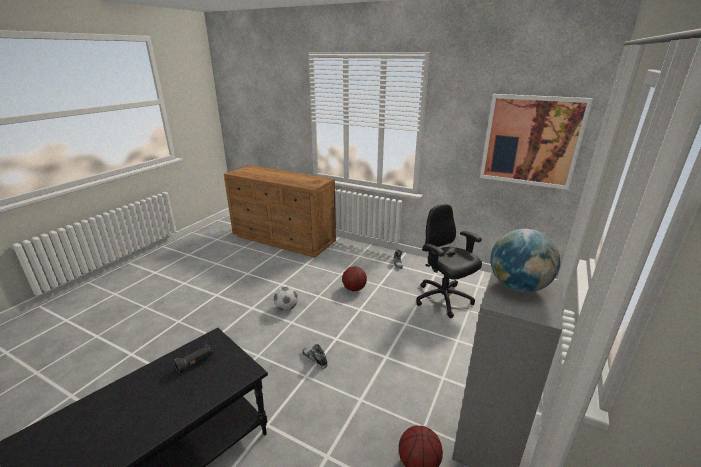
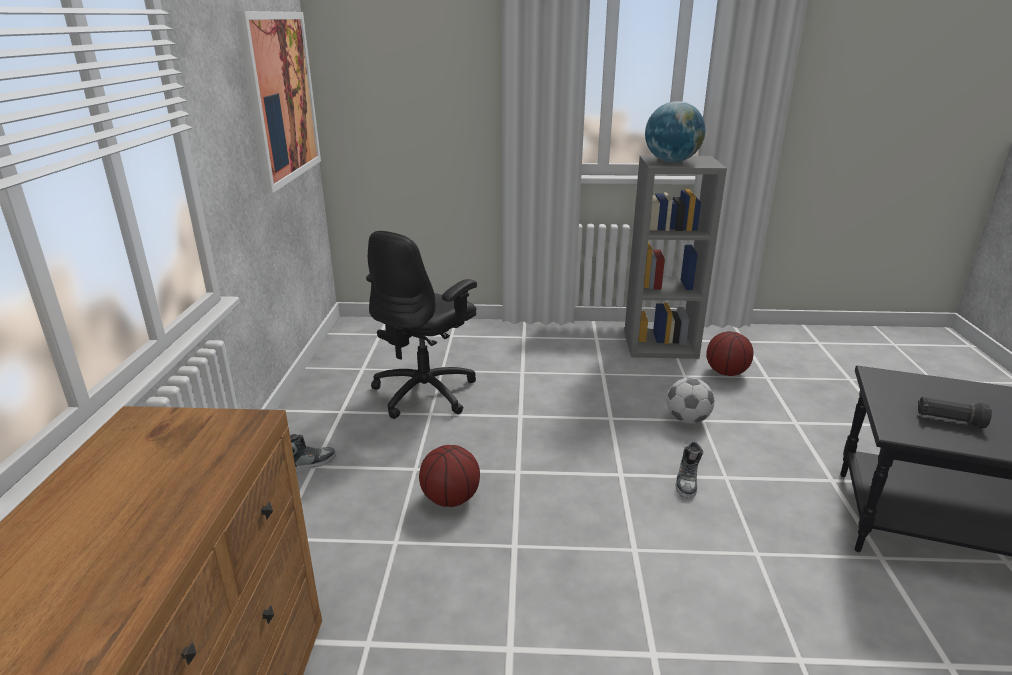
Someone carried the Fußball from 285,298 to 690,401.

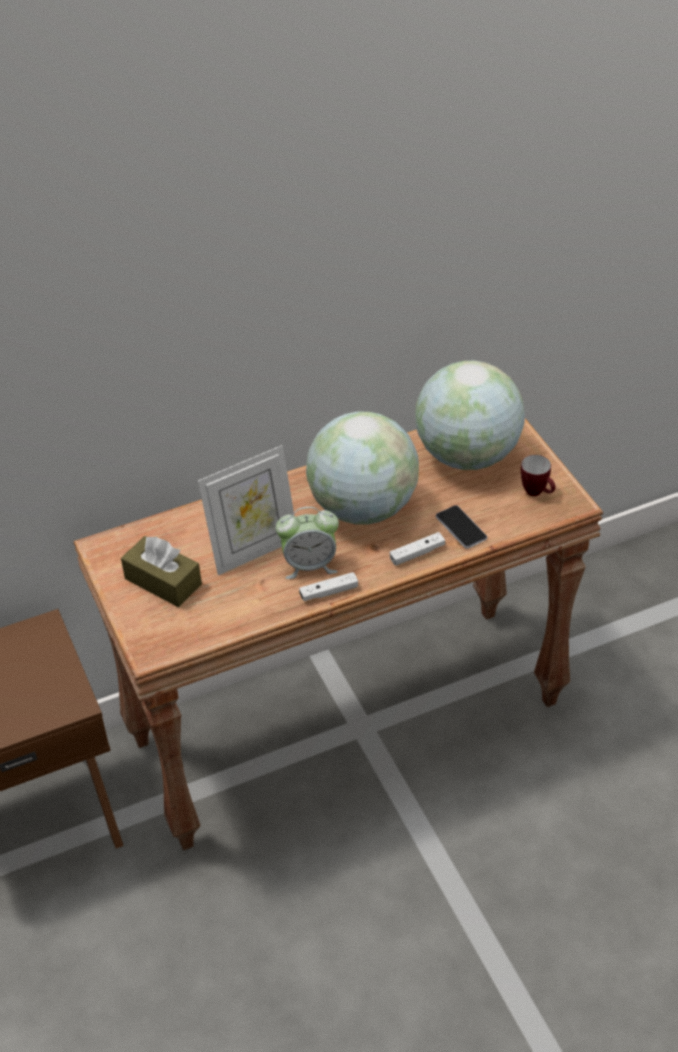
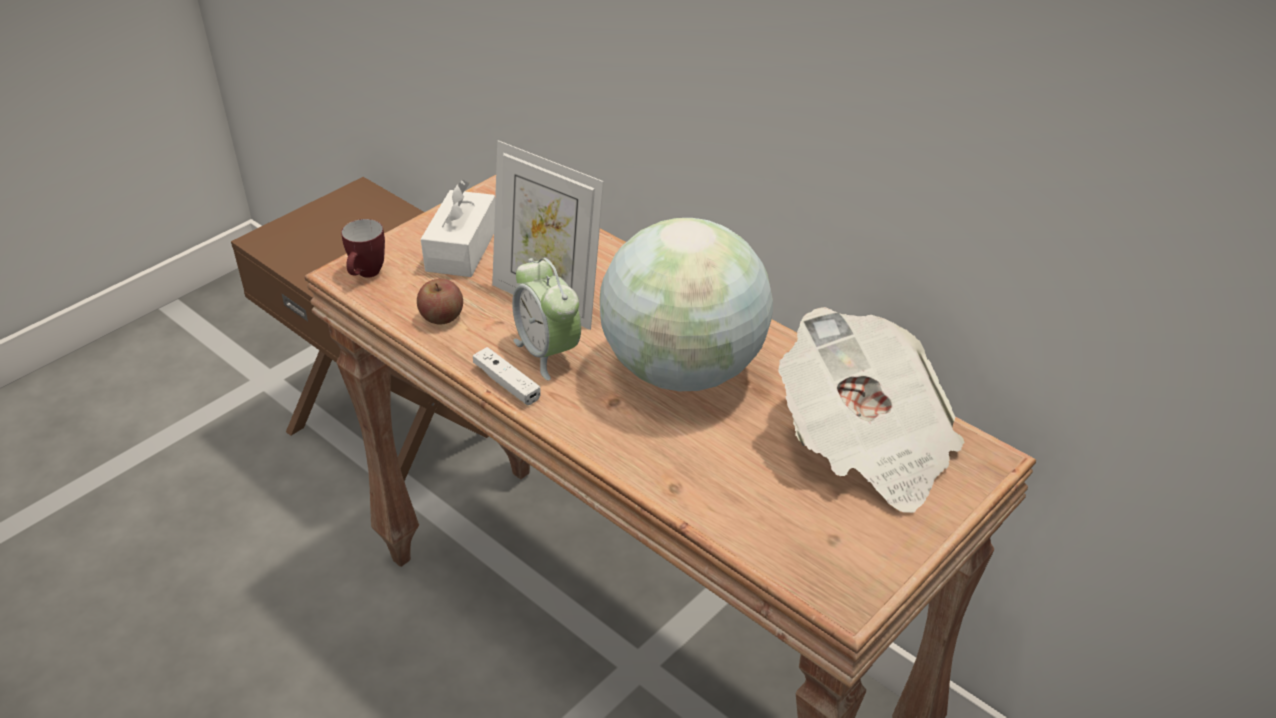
Someone carried the Henkelbecher from 538,475 to 363,248.
Someone put down the Apfel at 440,301.
Someone repainted the Taschentuchbox [braun] at 161,571, which became the Taschentuchbox [weiß] at 458,228.
Someone swapped the Globus at 470,415 for the Zeitung at 871,410.
Someone took away the Gamepad [weiß] at 417,549.
Someone took away the Handy at 461,527.

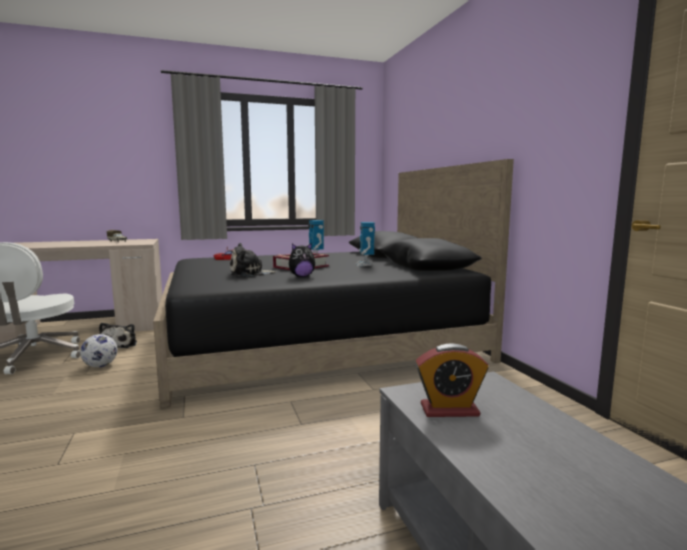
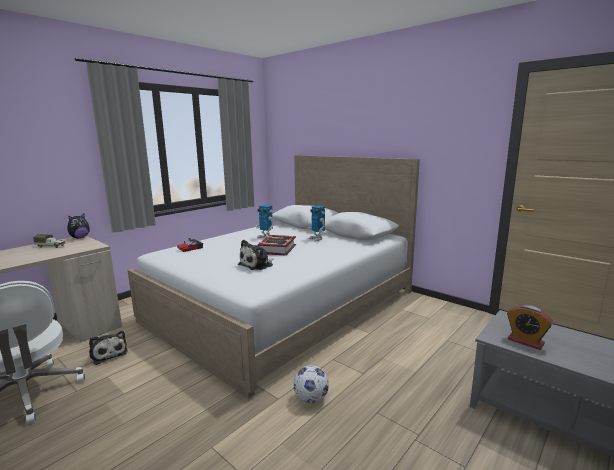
Someone carried the Plüschtier from 302,259 to 79,226.
Someone repainted the Bett [schwarz] at 333,283, which became the Bett [weiß] at 274,276.
Someone carried the Fußball from 98,350 to 311,384.
Someone rotated the Wecker at 452,380 by 75 degrees clockwise.

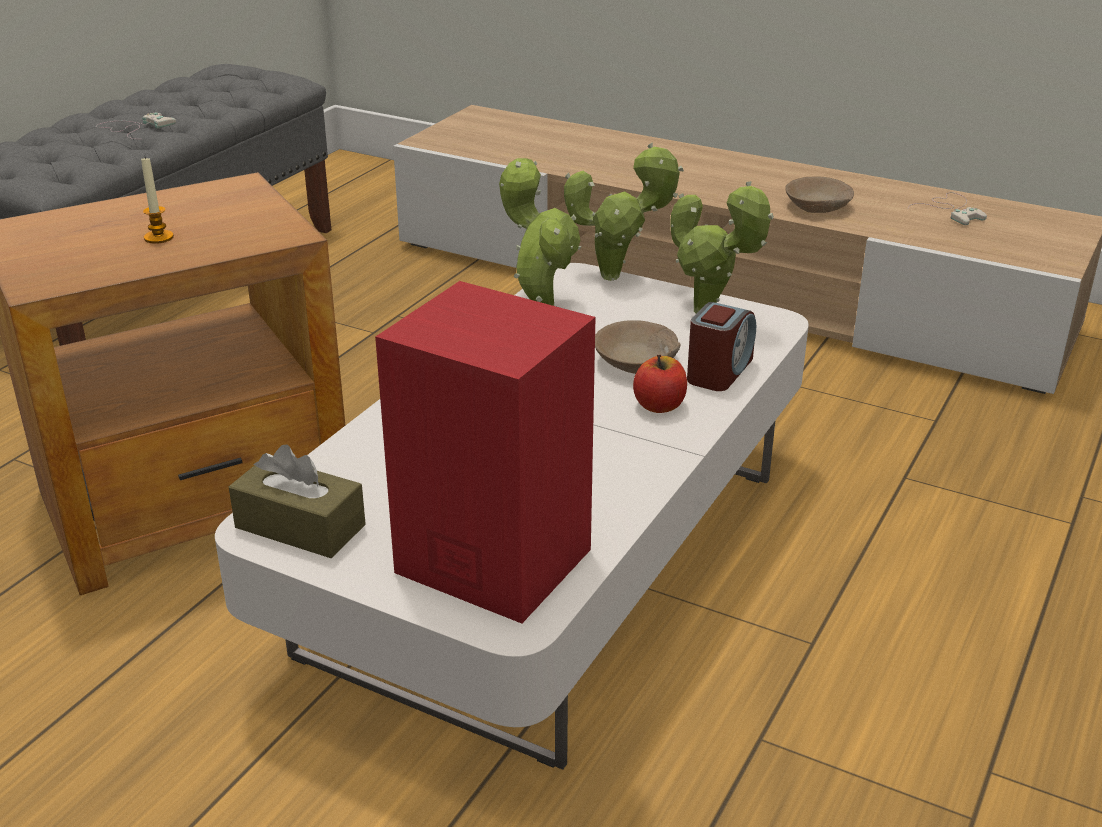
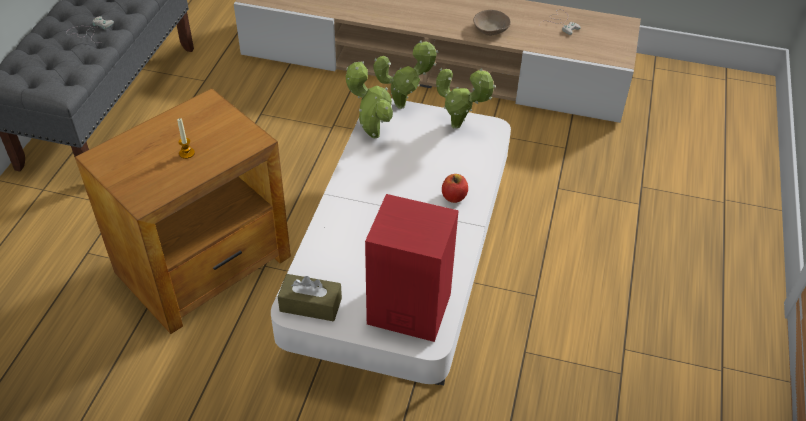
Someone took away the Schüssel [beige] at 637,347.
Someone took away the Wecker at 721,346.

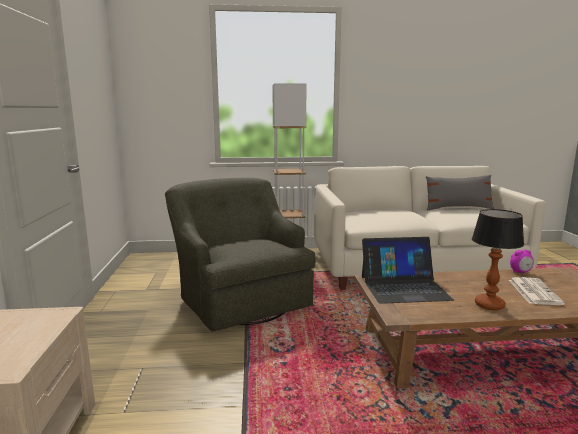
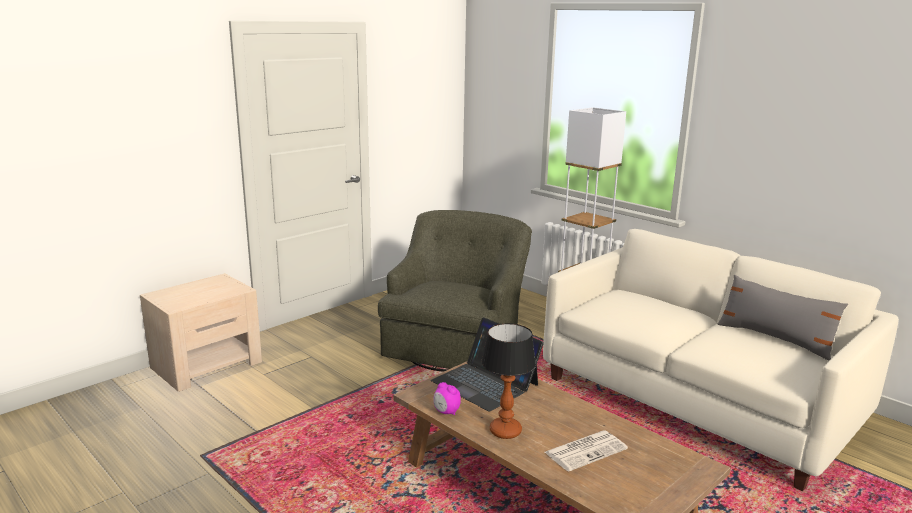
Someone carried the Wecker from 522,261 to 447,398.

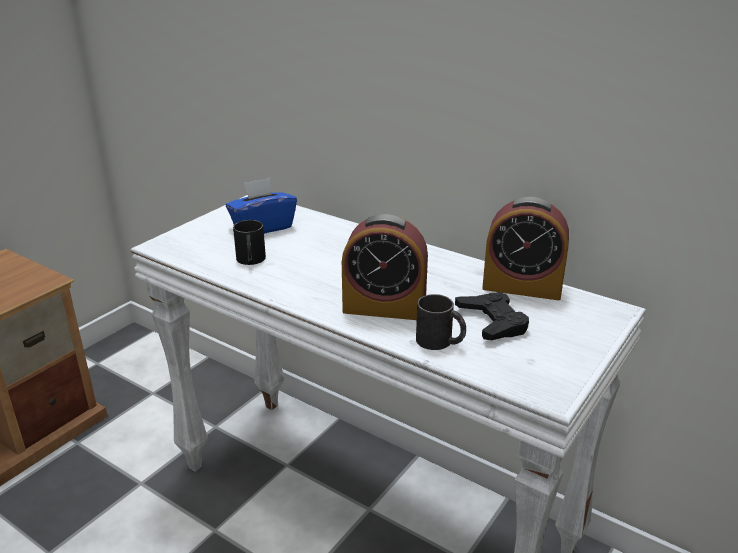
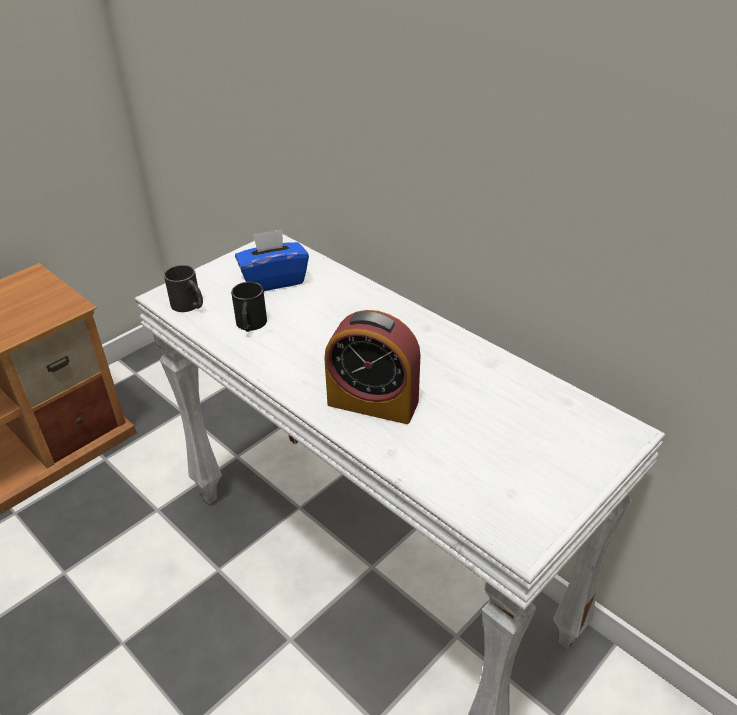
Someone carried the Henkelbecher [schwarz] from 441,322 to 183,288.
Someone took away the Gamepad [schwarz] at 492,316.
Someone took away the Wecker at 525,248.

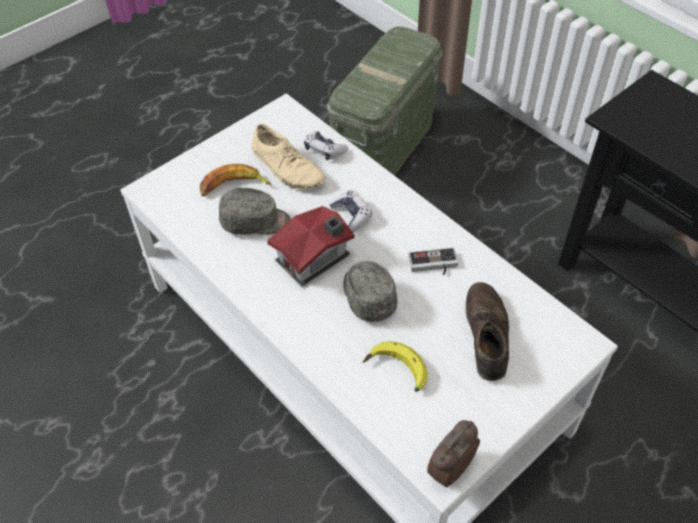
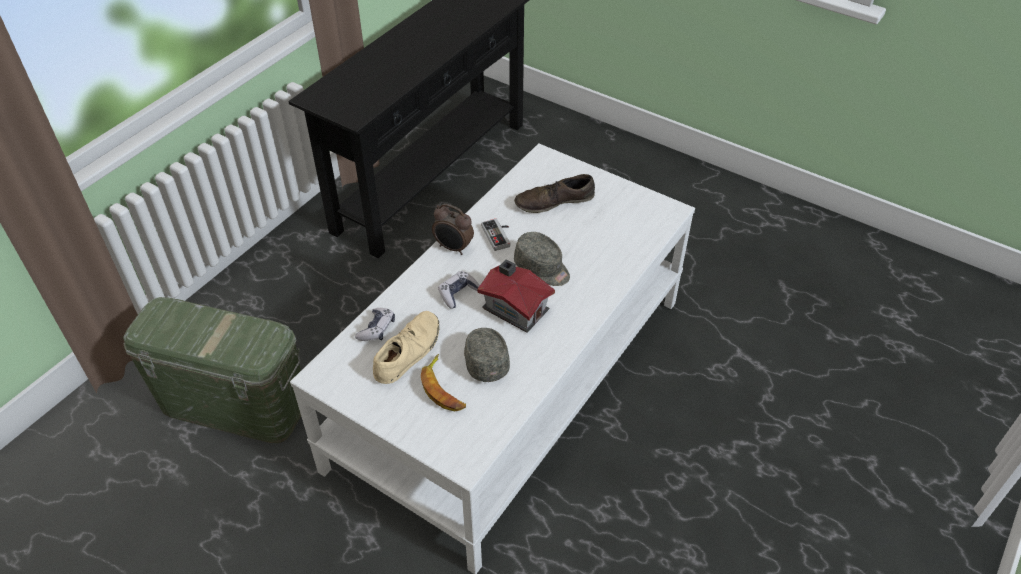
Someone carried the Wecker from 453,453 to 453,229.
Someone rotated the Kappe [grau] at 370,291 by 105 degrees counterclockwise.
Someone took away the Banane at 395,366.

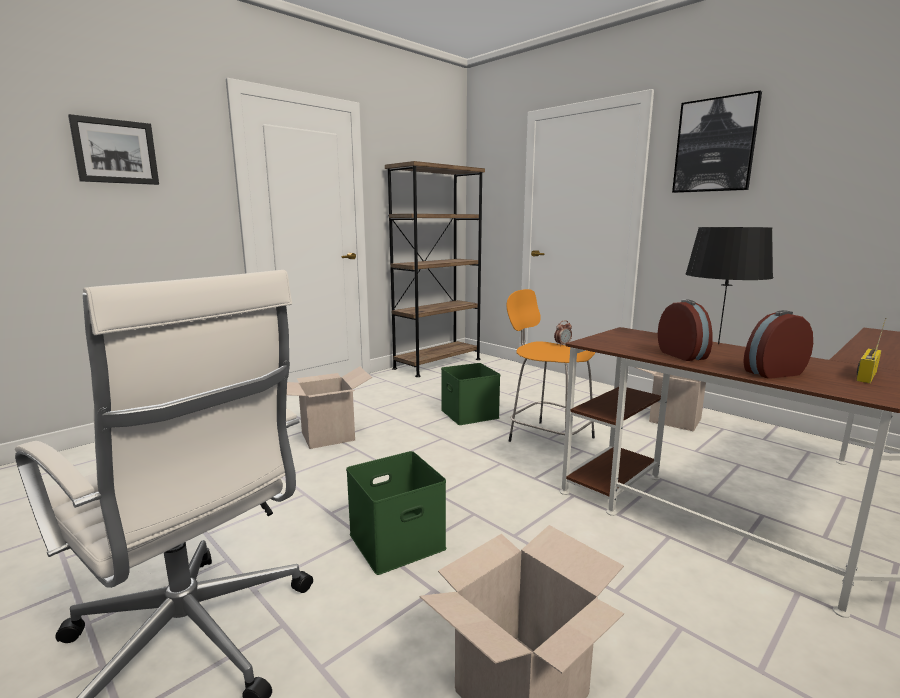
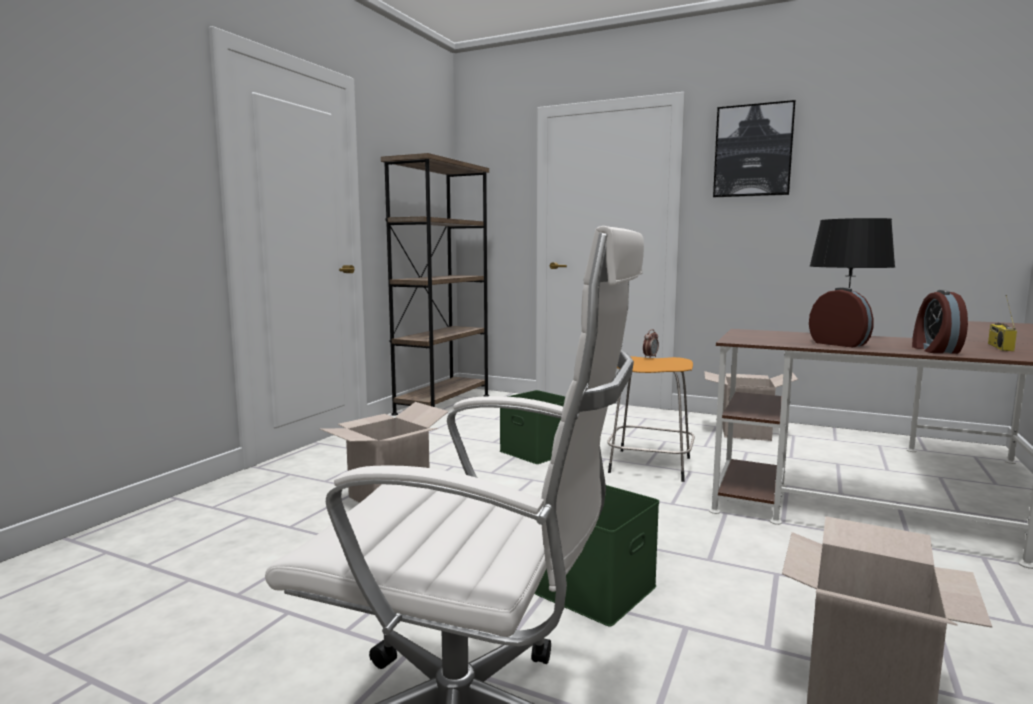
Someone rotated the Wecker at 778,344 by 45 degrees counterclockwise.
Someone took away the Bild at 113,149.

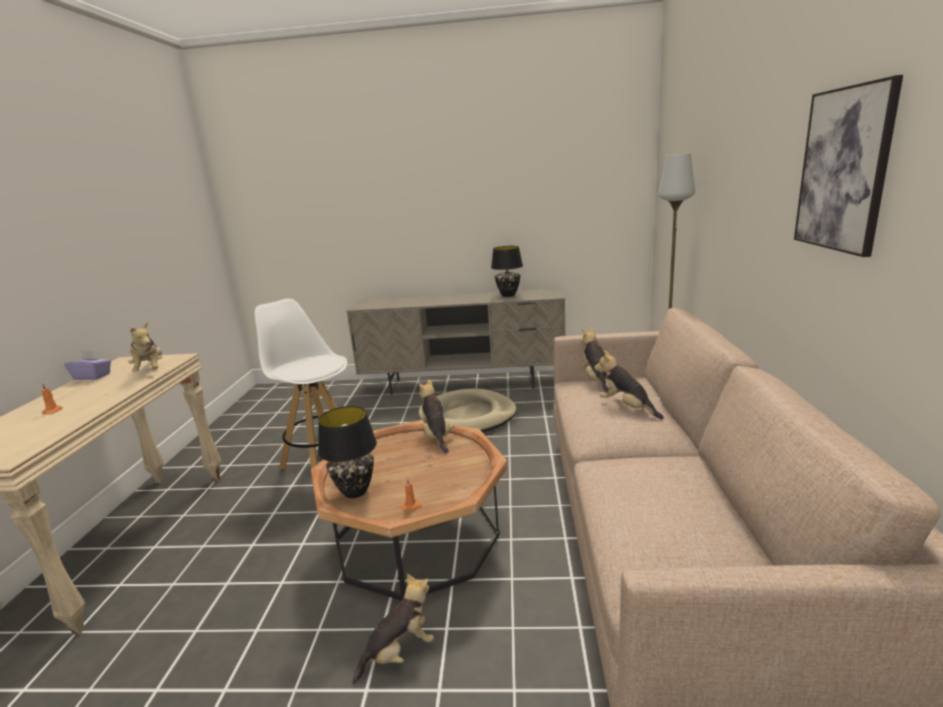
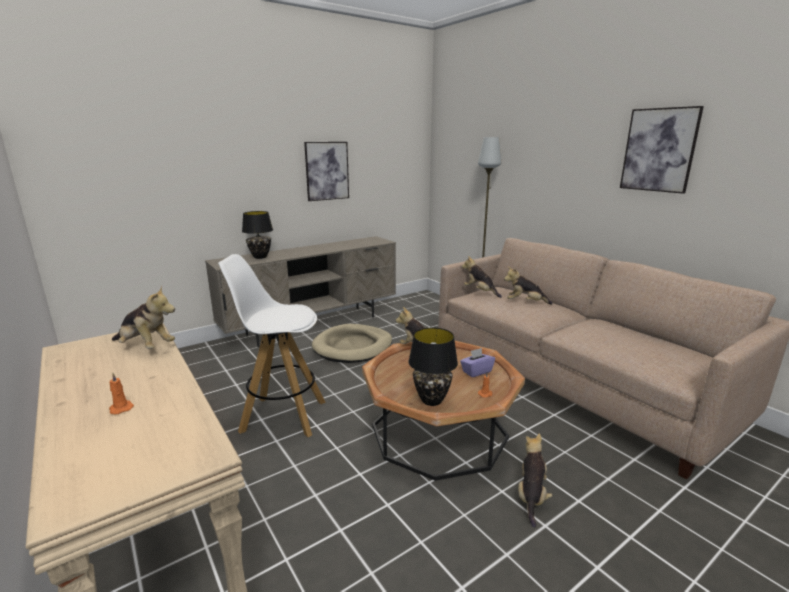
Someone carried the Tischlampe [schwarz] from 507,271 to 257,235.
Someone put up the Bild at 326,171.
Someone carried the Taschentuchbox [lila] from 87,365 to 477,362.

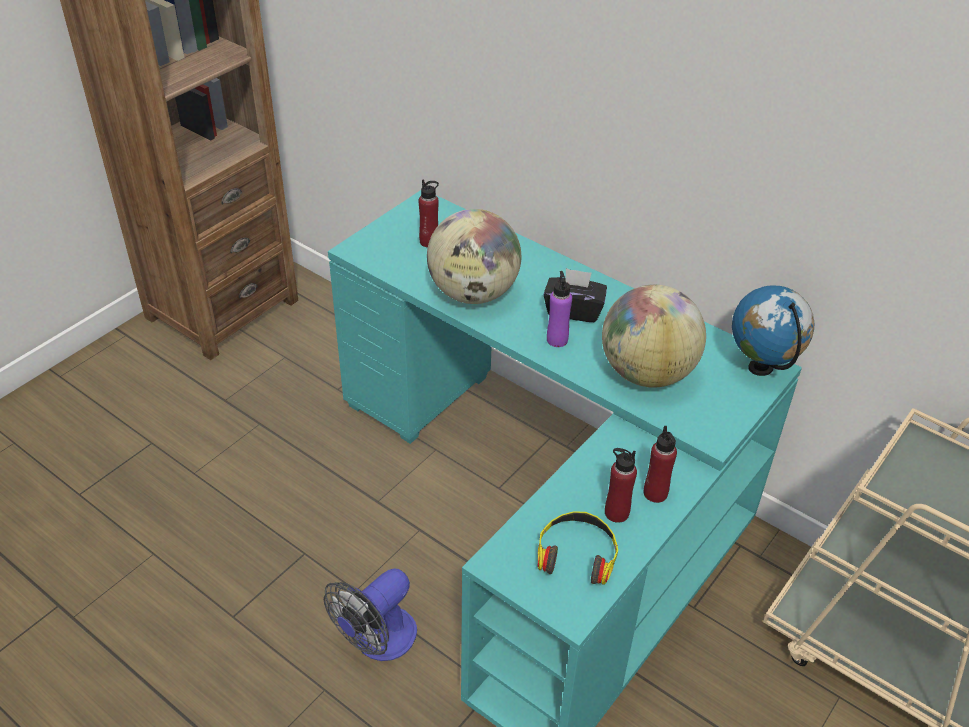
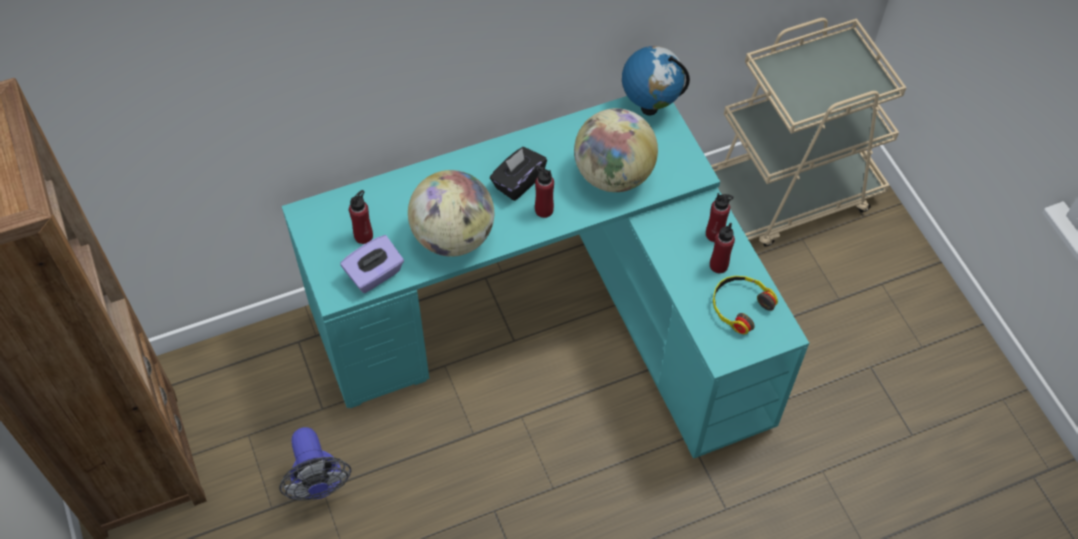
Someone carried the Ventilator from 370,614 to 315,463.
Someone put down the Taschentuchbox [lila] at 372,264.
Someone repainted the Flasche [lila] at 559,309, which became the Flasche [rot] at 544,192.

